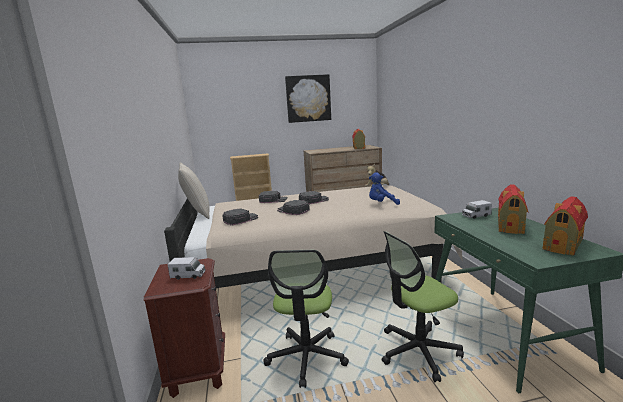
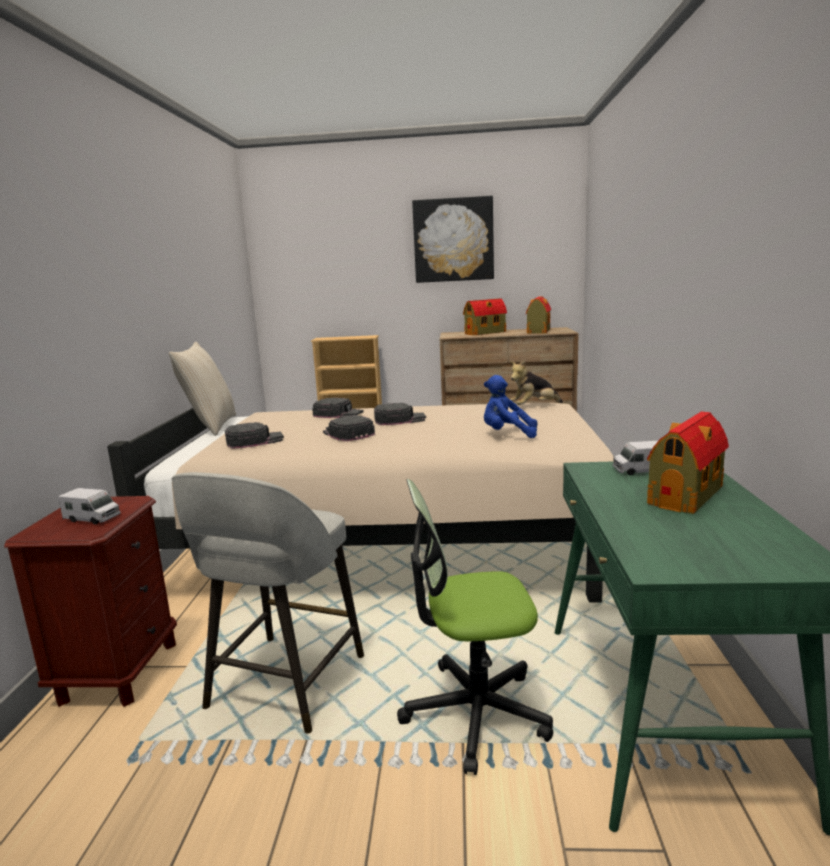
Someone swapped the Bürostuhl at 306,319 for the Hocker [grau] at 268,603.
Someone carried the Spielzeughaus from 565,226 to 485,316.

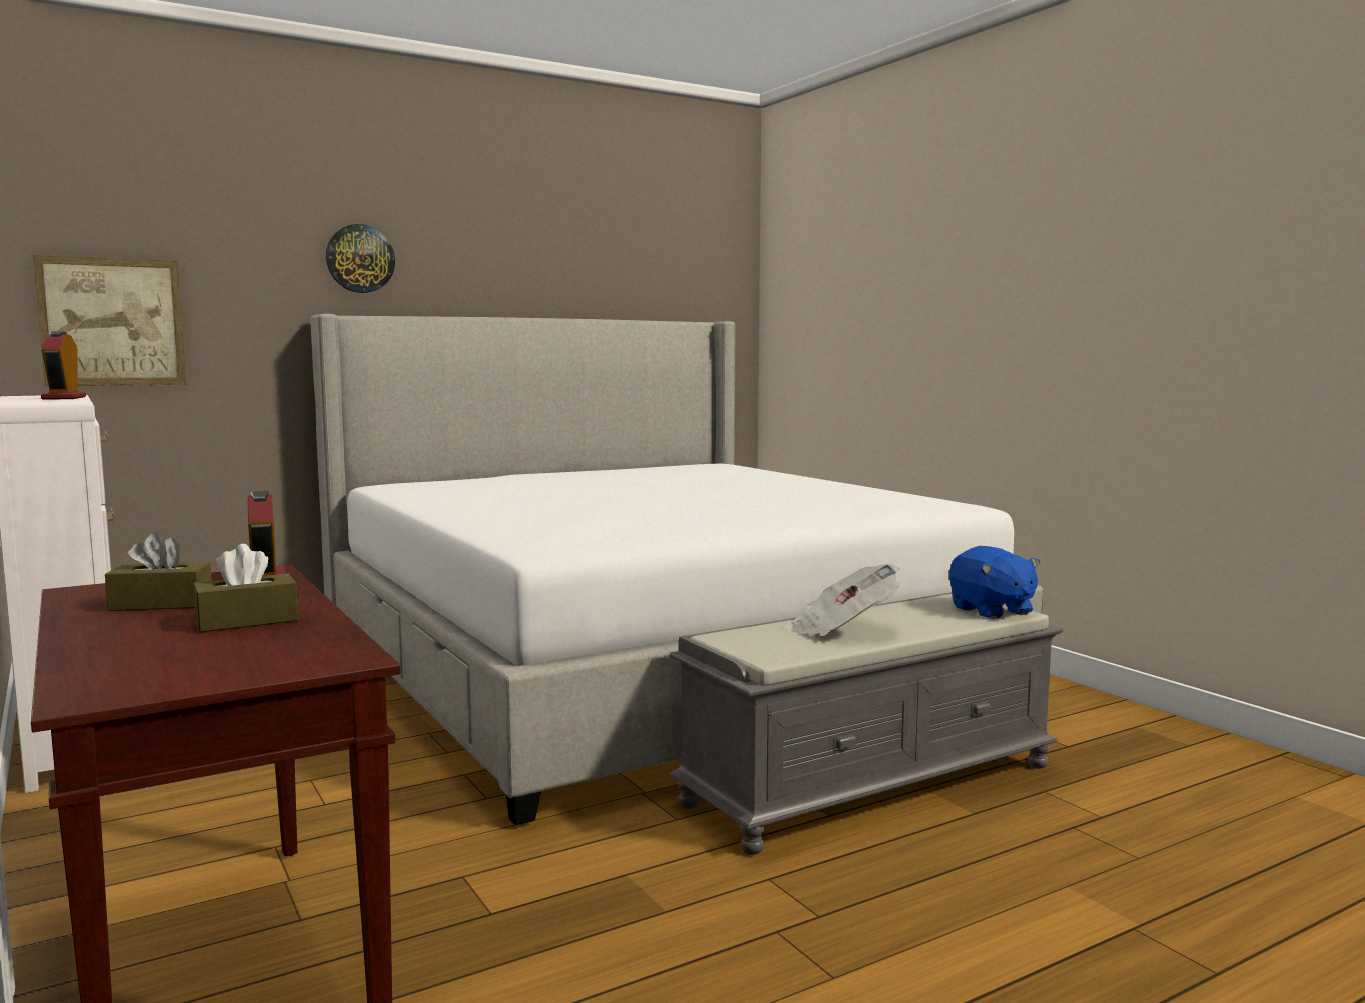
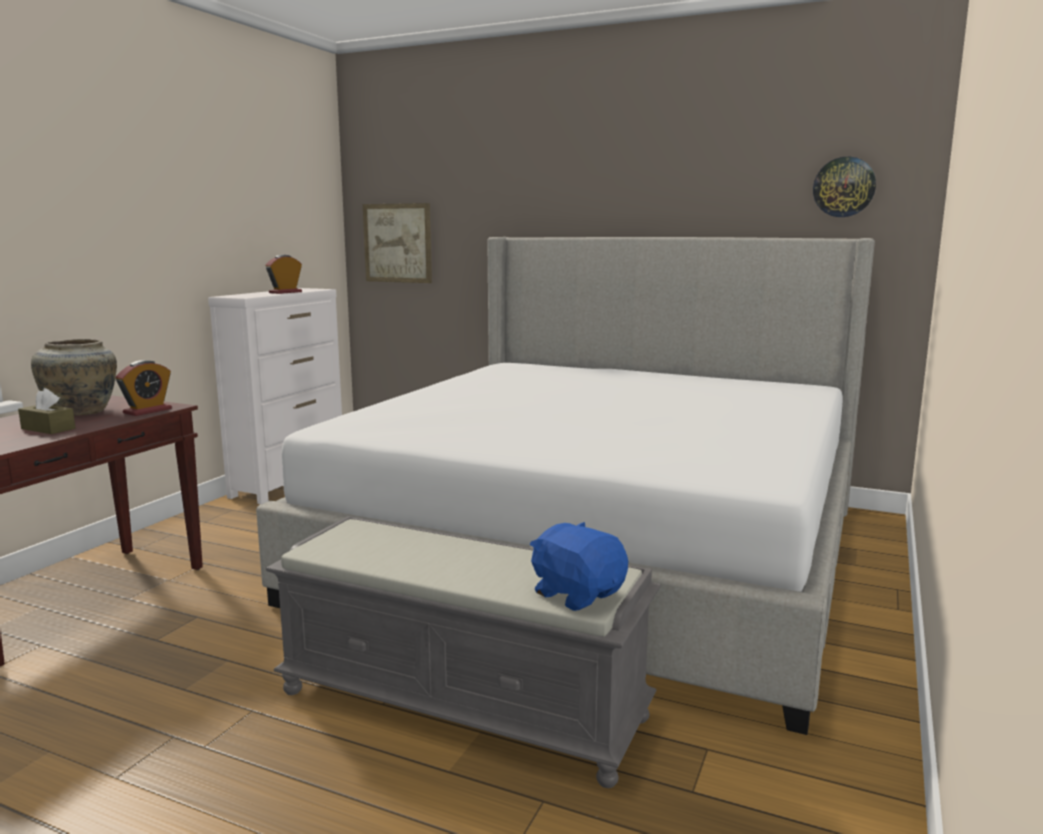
Someone swapped the Taschentuchbox [braun] at 158,572 for the Vase [beige] at 74,377.
Someone rotated the Plüschtier [blau] at 994,582 by 105 degrees clockwise.
Someone carried the Wanduhr from 360,258 to 844,187.
Someone took away the Zeitung at 842,600.

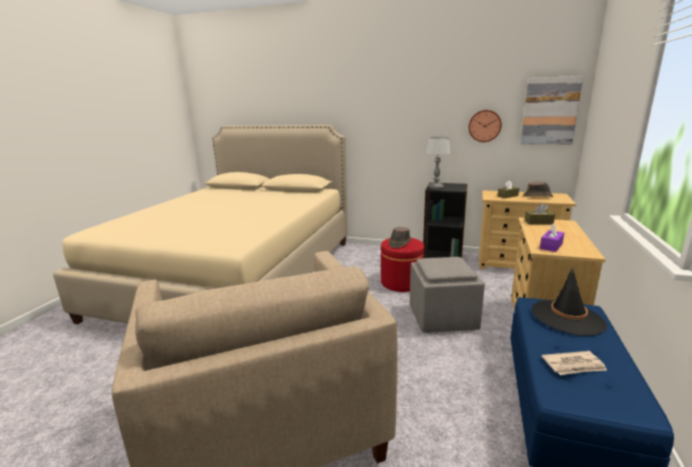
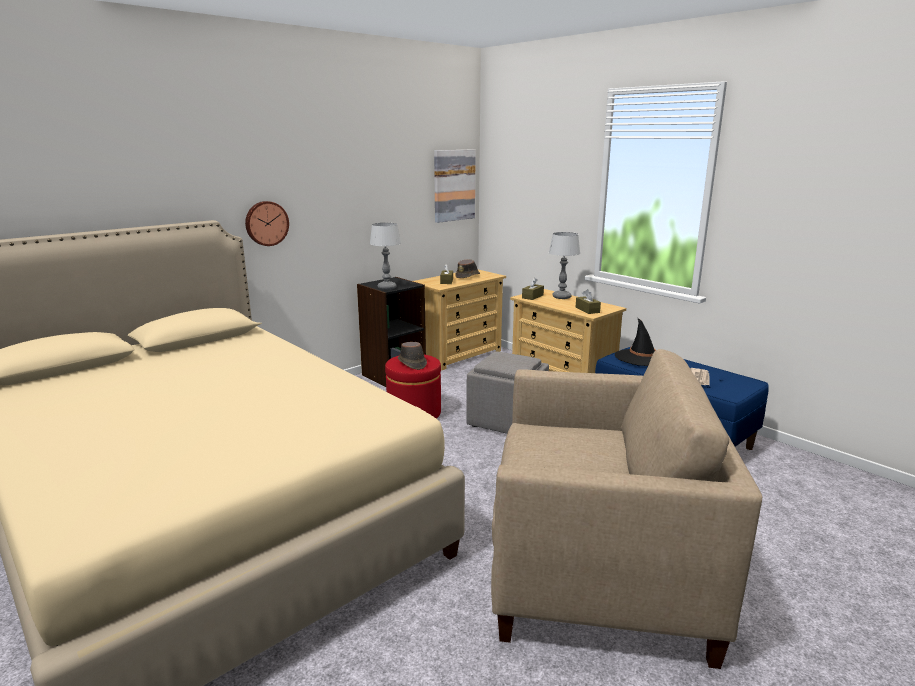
Someone carried the Wanduhr from 485,126 to 267,223.
Someone put down the Tischlampe at 564,265.
Someone repainted the Taschentuchbox [lila] at 552,237, which became the Taschentuchbox [braun] at 588,301.

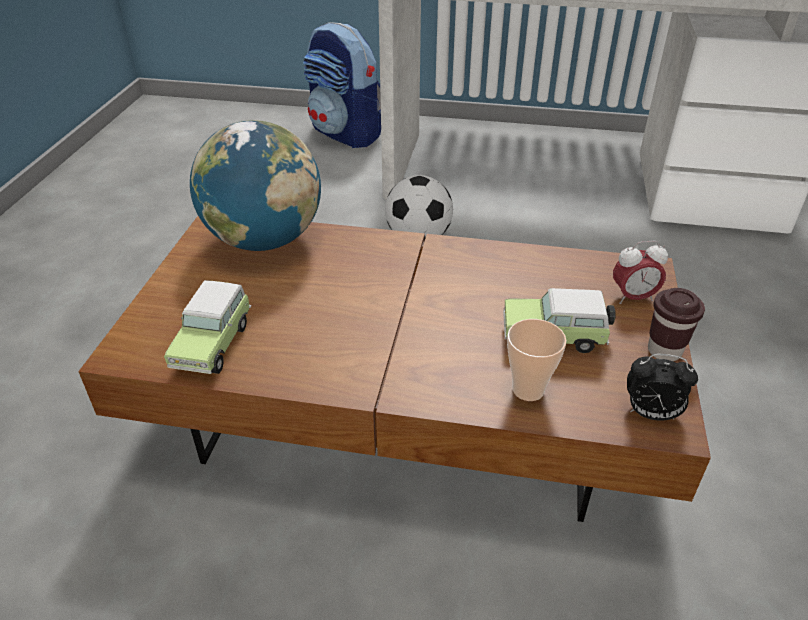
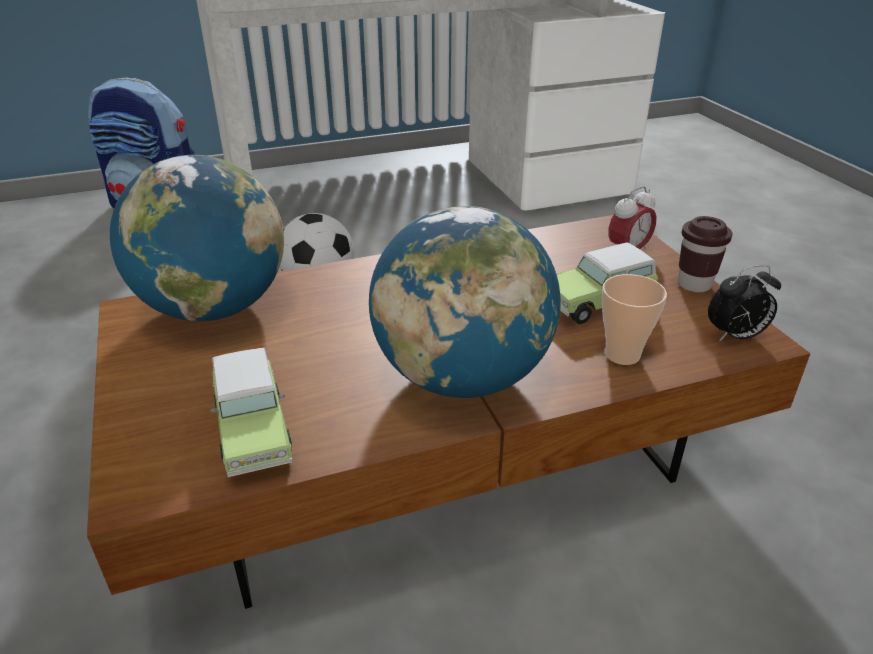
Someone put down the Globus at 465,302.

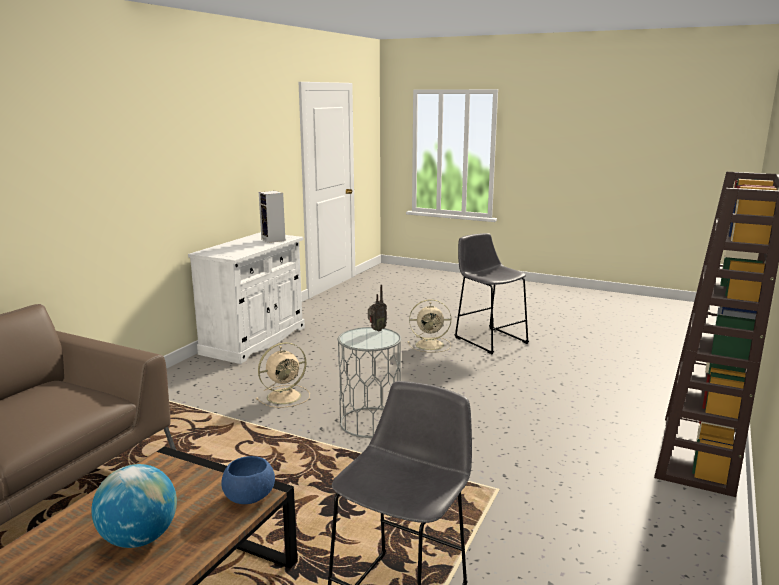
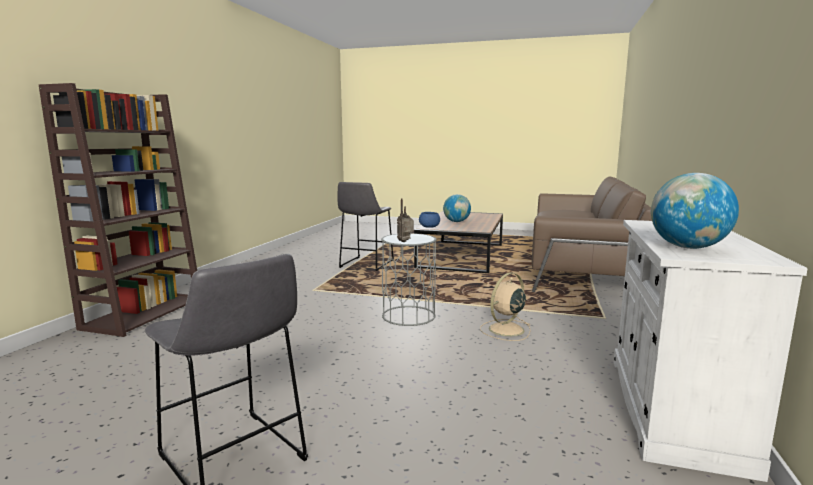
Someone swapped the Lautsprecher at 272,217 for the Globus at 695,211.
Someone took away the Ventilator [beige] at 429,325.

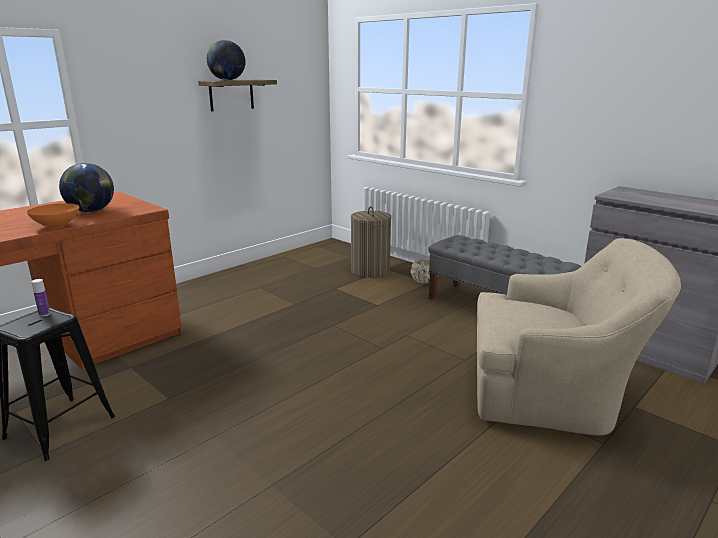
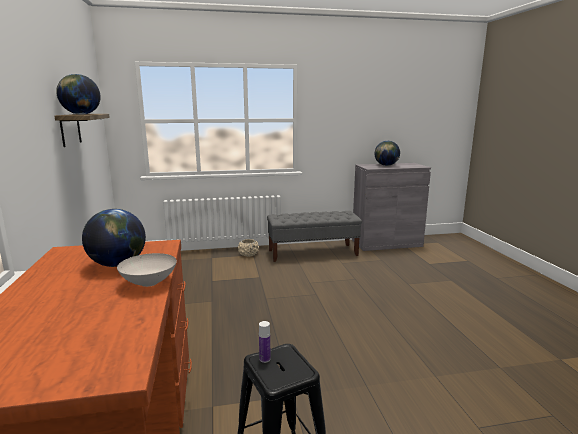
Someone repainted the Schüssel [orange] at 53,215, which became the Schüssel [weiß] at 147,270.
Someone put down the Globus at 387,153.
Someone took away the Wäschekorb at 371,242.
Someone took away the Sessel [beige] at 579,337.

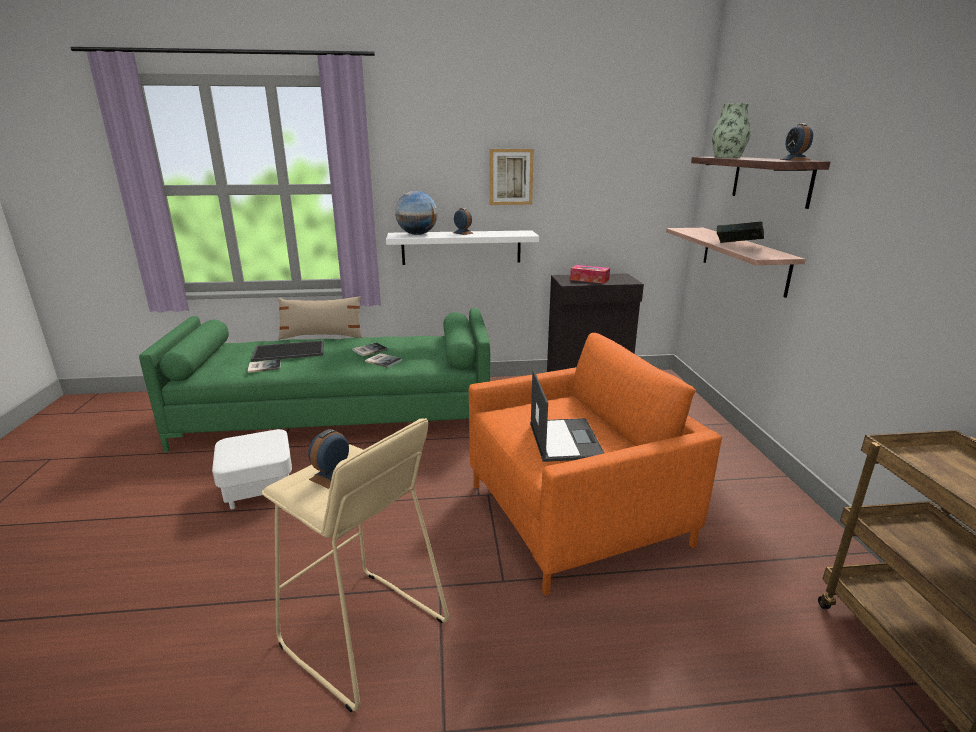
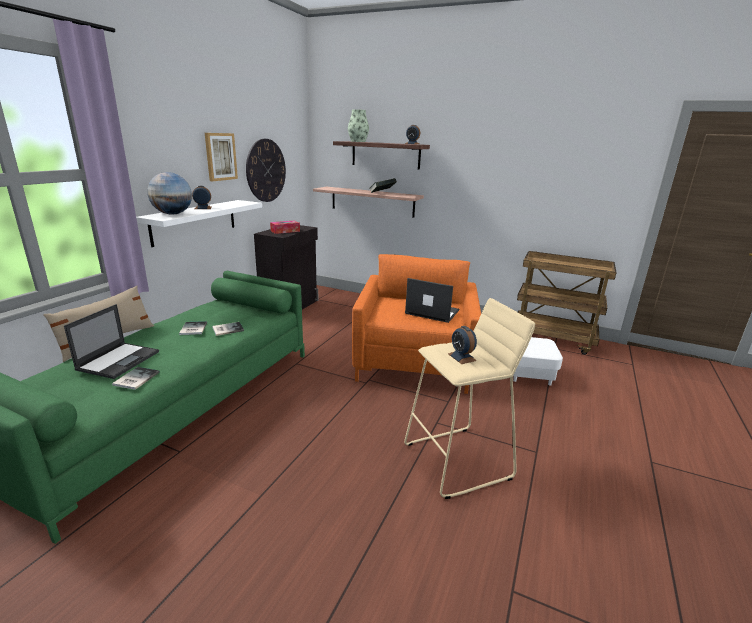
Someone swapped the Tablett at 287,351 for the Laptop at 111,341.
Someone put up the Wanduhr at 266,170.
Someone carried the Polsterhocker [weiß] from 252,469 to 538,361.

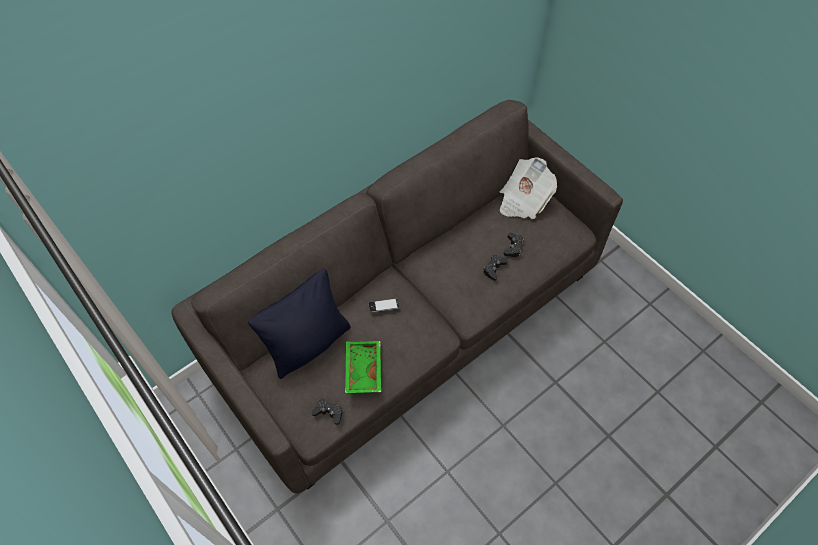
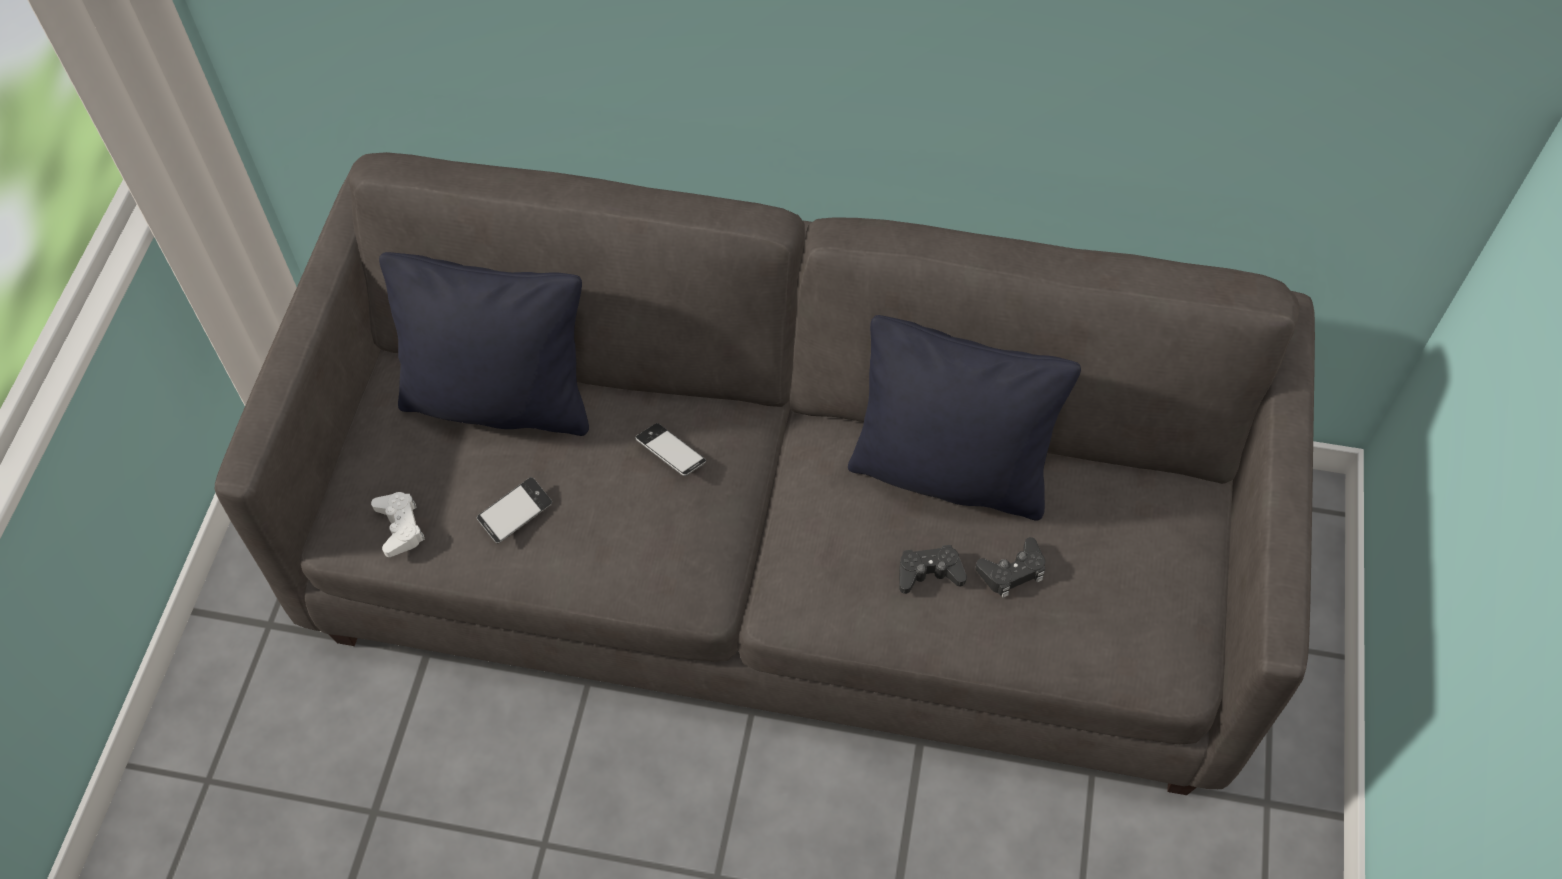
Someone repainted the Gamepad [schwarz] at 327,412, which became the Gamepad [weiß] at 398,524.
Someone swapped the Tablett [grün] at 363,367 for the Handy at 514,510.
Someone put down the Kissen [schwarz] at 964,417.
Someone took away the Zeitung at 528,188.

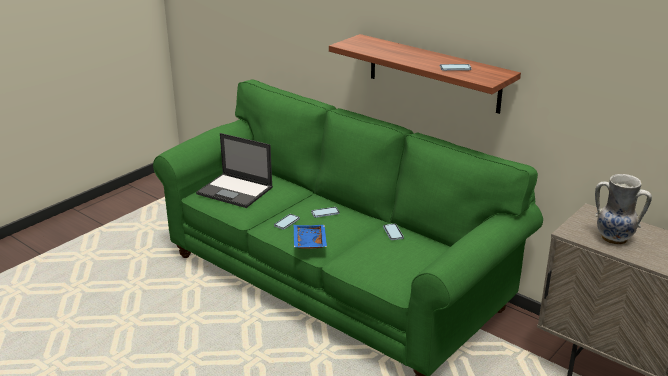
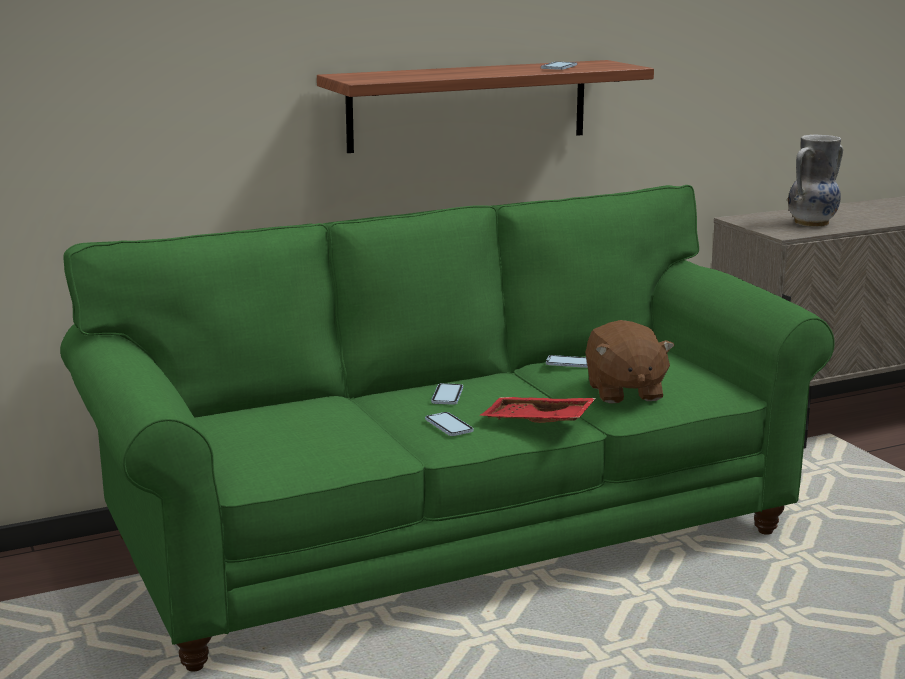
Someone repainted the Tablett [blau] at 310,237, which became the Tablett [rot] at 537,410.
Someone put down the Plüschtier [braun] at 630,362.
Someone took away the Laptop at 234,170.

